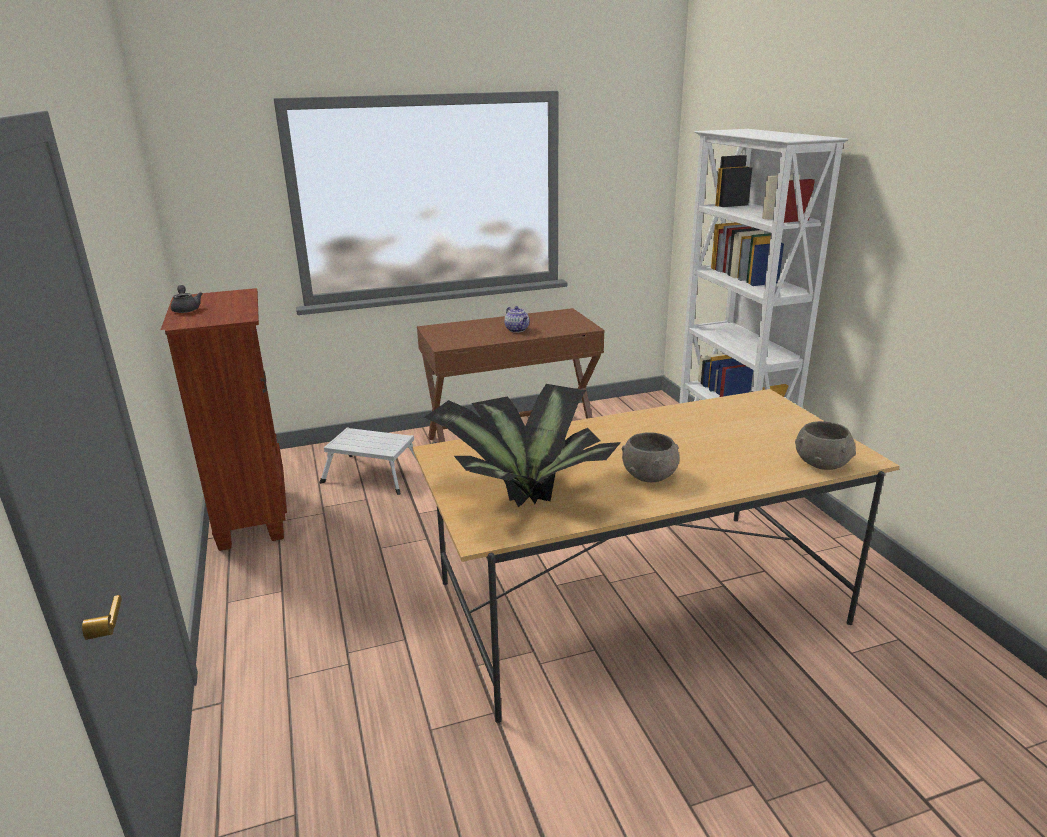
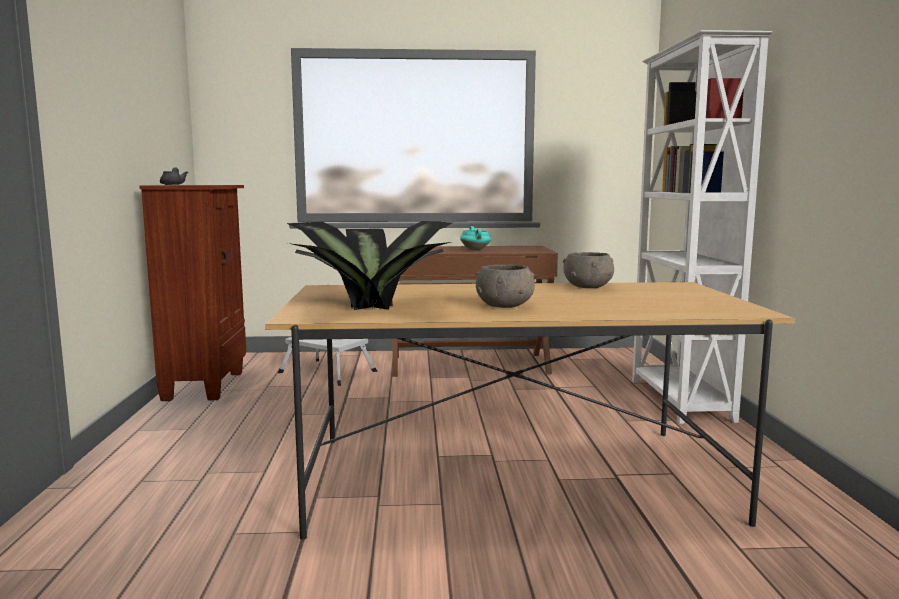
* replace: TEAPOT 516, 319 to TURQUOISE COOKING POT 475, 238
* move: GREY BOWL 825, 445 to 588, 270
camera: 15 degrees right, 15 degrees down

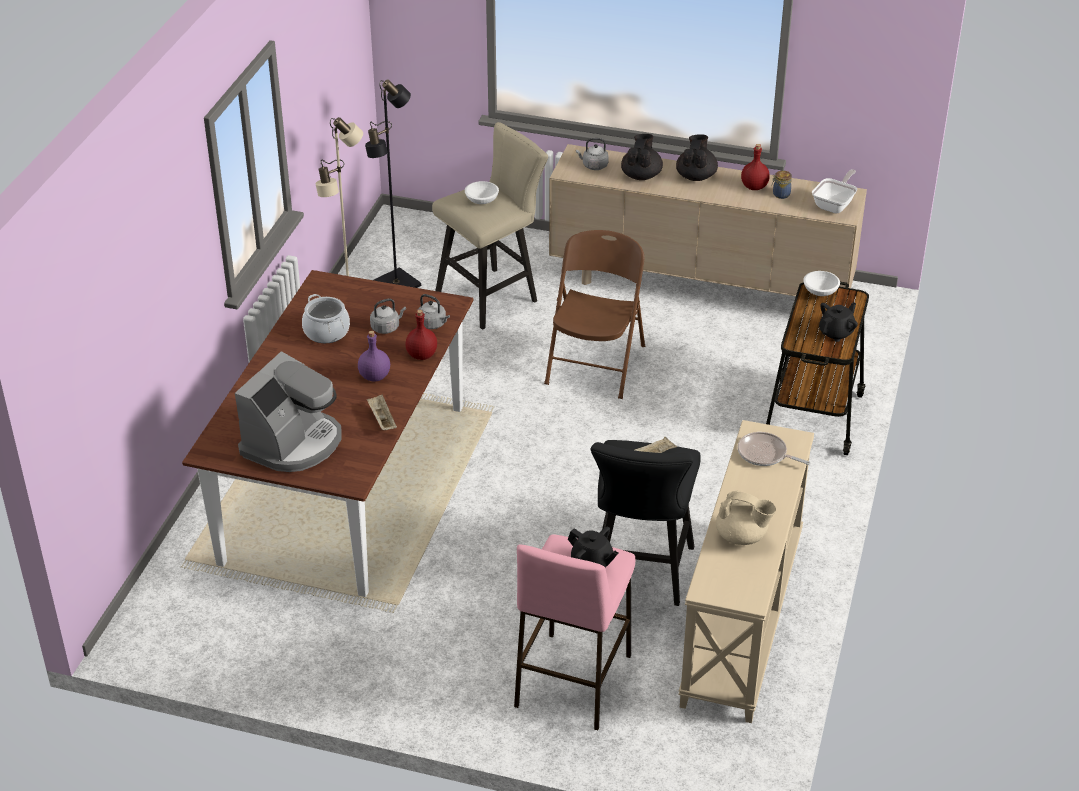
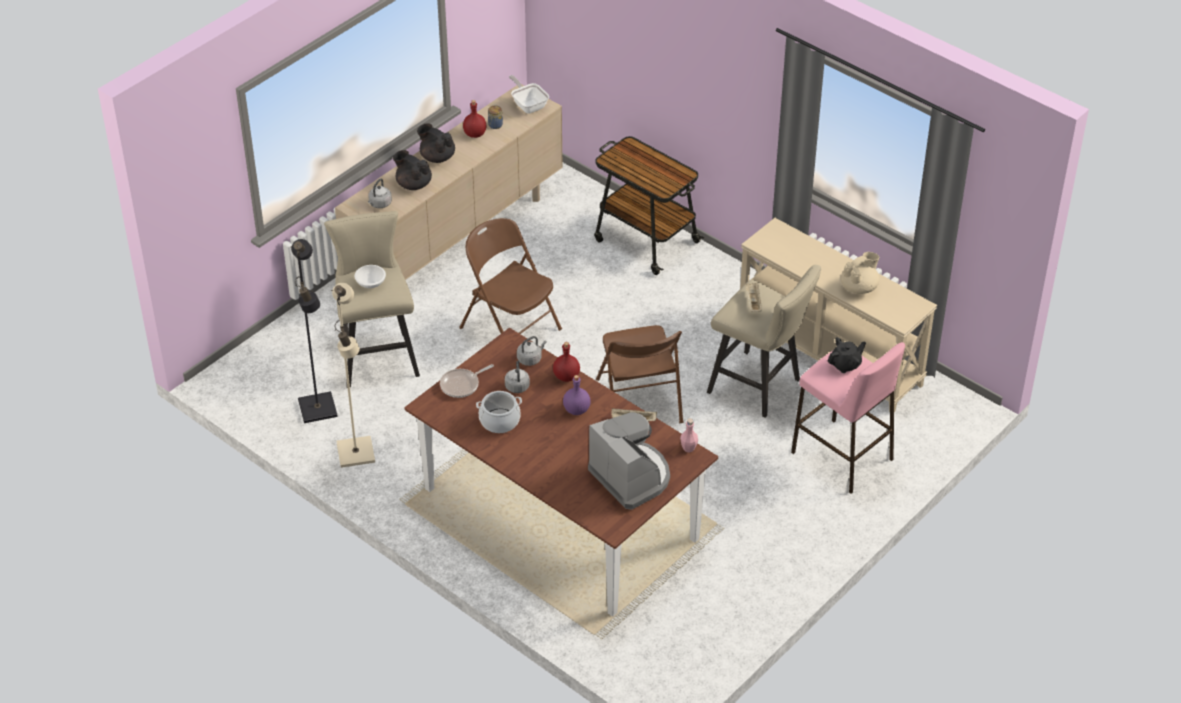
* move: FRYING PAN 774, 449 to 467, 381
* insert: BROWN CHAIR 640, 374
* insert: PINK BOTTLE 689, 435
* recolor: BLACK STOOL 646, 523 to BEIGE STOOL 764, 341
* delete: WHITE BOWL 821, 283
* delete: BLACK TEAPOT 838, 322
camera: 65 degrees left, 5 degrees up

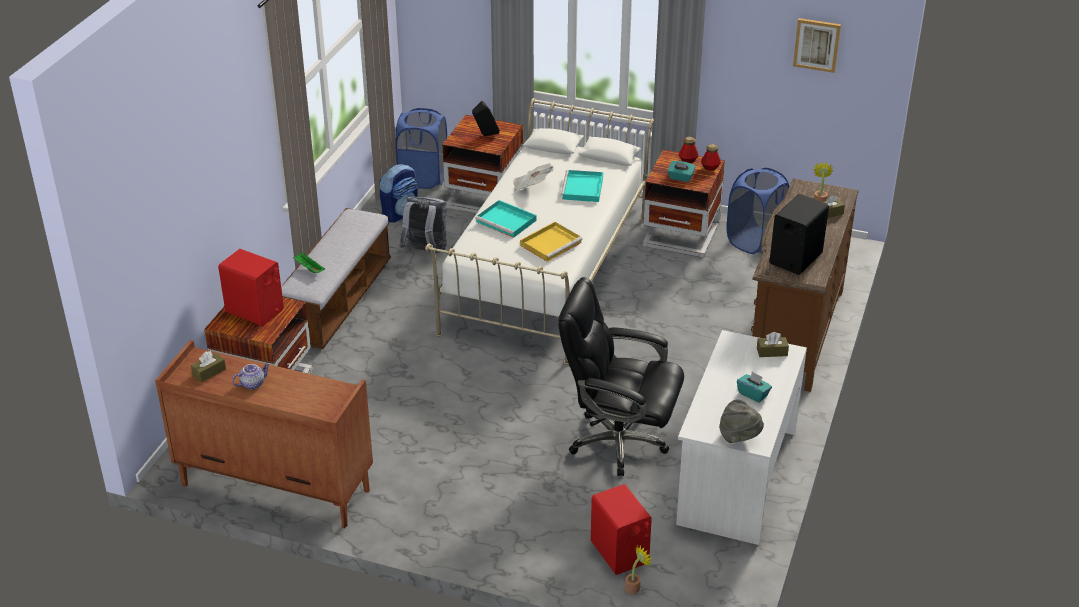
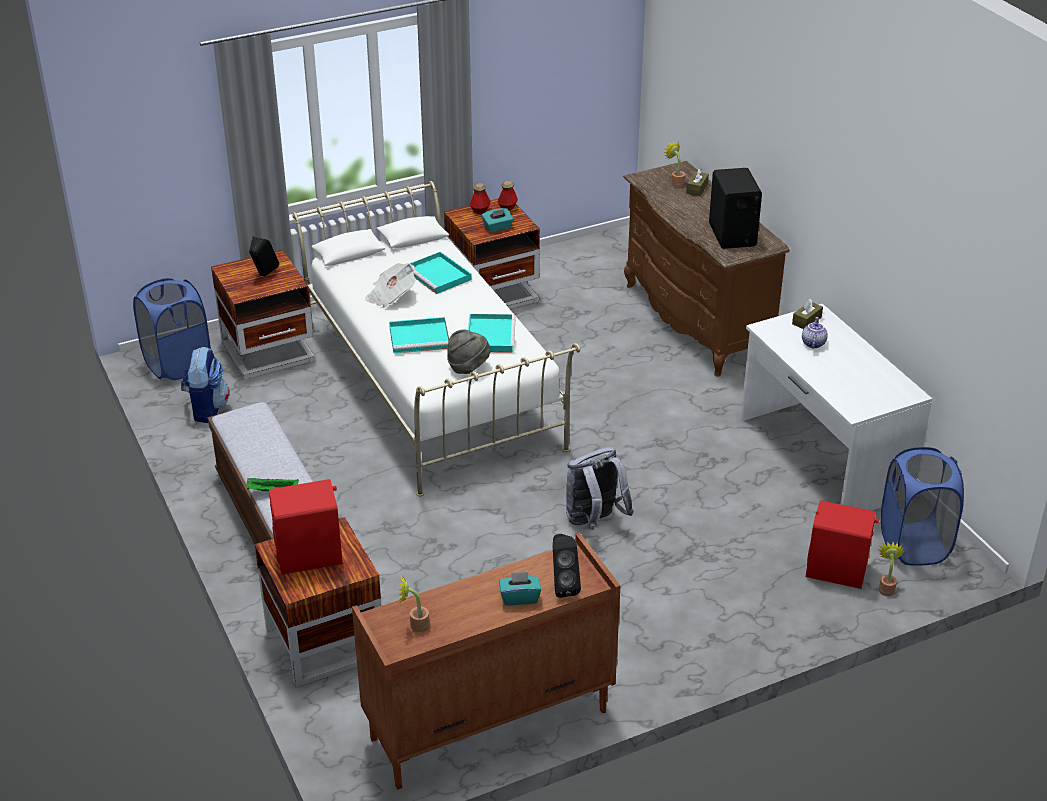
* replace: BROWN TISSUE BOX 208, 366 to POTTED PLANT 413, 603
* move: GREY HAT 741, 421 to 468, 351
* recolor: YELLOW TRAY 551, 242 to TURQUOISE TRAY 492, 333
* move: TURQUOISE TISSUE BOX 754, 387 to 520, 588
* insert: BLACK SPEAKER 567, 566
* move: GREY BACKPACK 423, 225 to 600, 488
* move: TEAPOT 251, 376 to 815, 333
* move: BLUE LAUNDRY BASKET 757, 211 to 922, 506
* delete: BLACK OFFICE CHAIR 621, 376
* delete: PICTURE 817, 45
camera: 45 degrees left, 0 degrees up

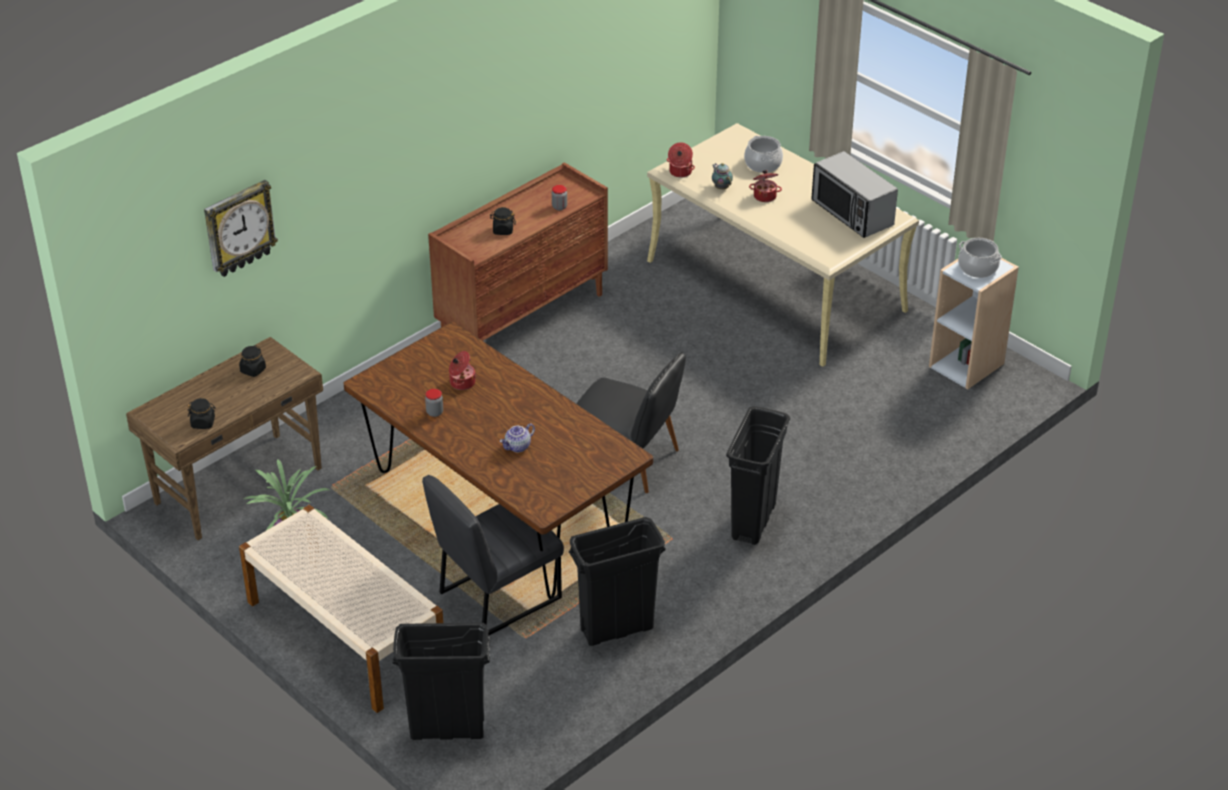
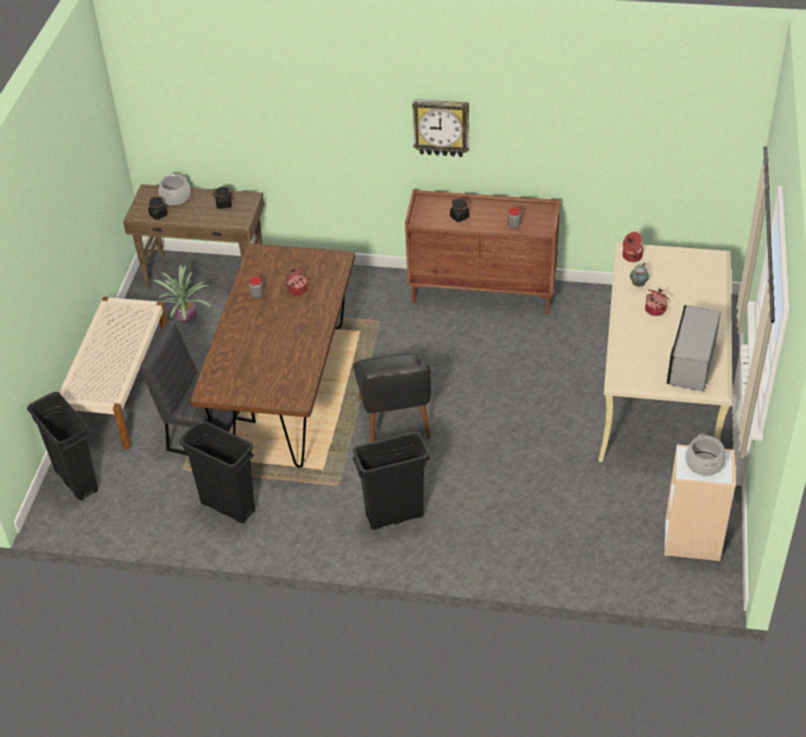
* move: COOKING POT 763, 154 to 175, 189
* move: WALL CLOCK 241, 228 to 440, 128
* delete: TEAPOT 517, 437
camera: 55 degrees right, 5 degrees up

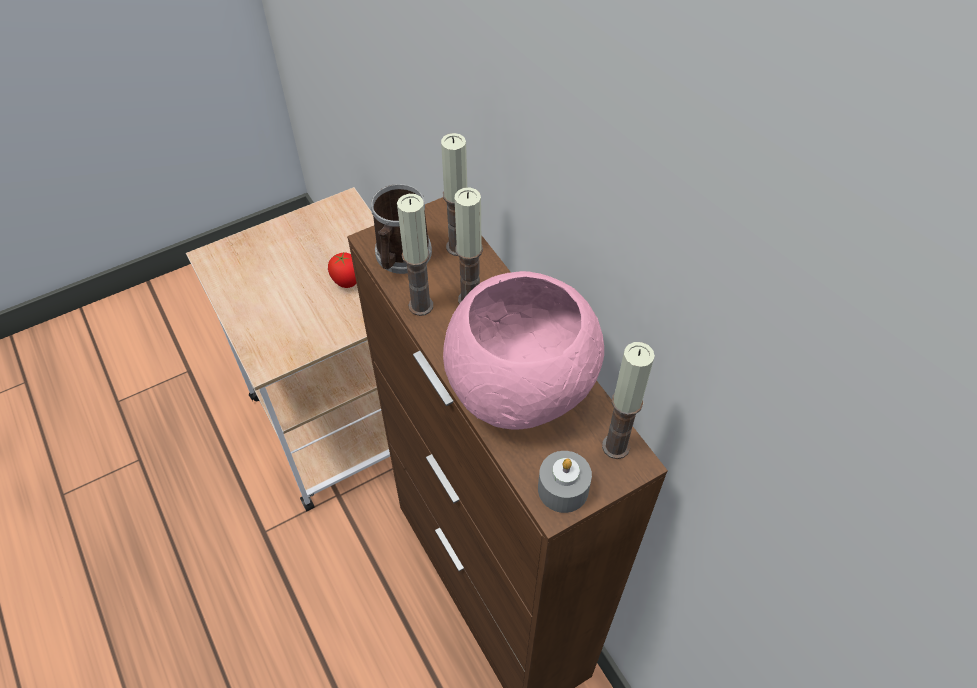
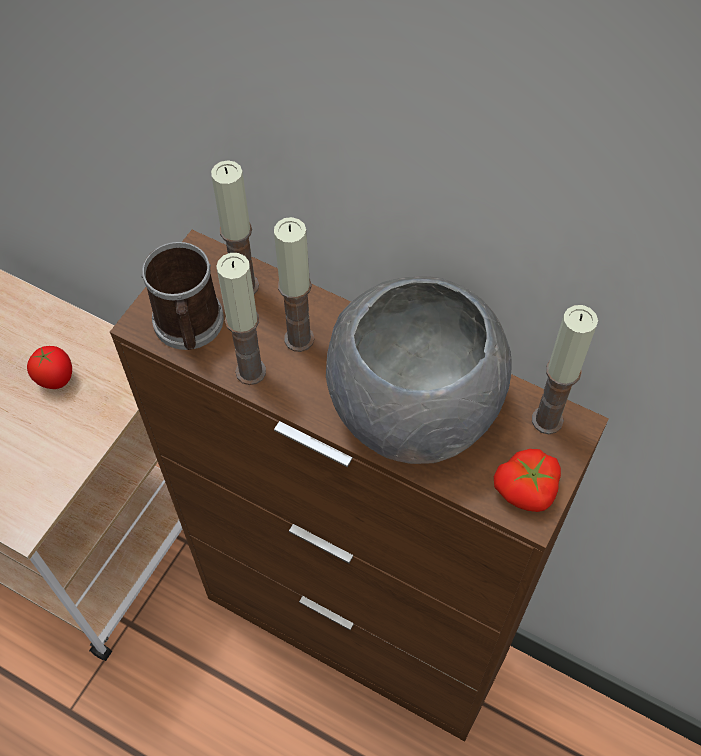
* recolor: PINK BOWL 523, 350 to GREY BOWL 419, 370
* replace: GREY CANDLE 565, 482 to TOMATO 527, 480
camera: 30 degrees left, 5 degrees up

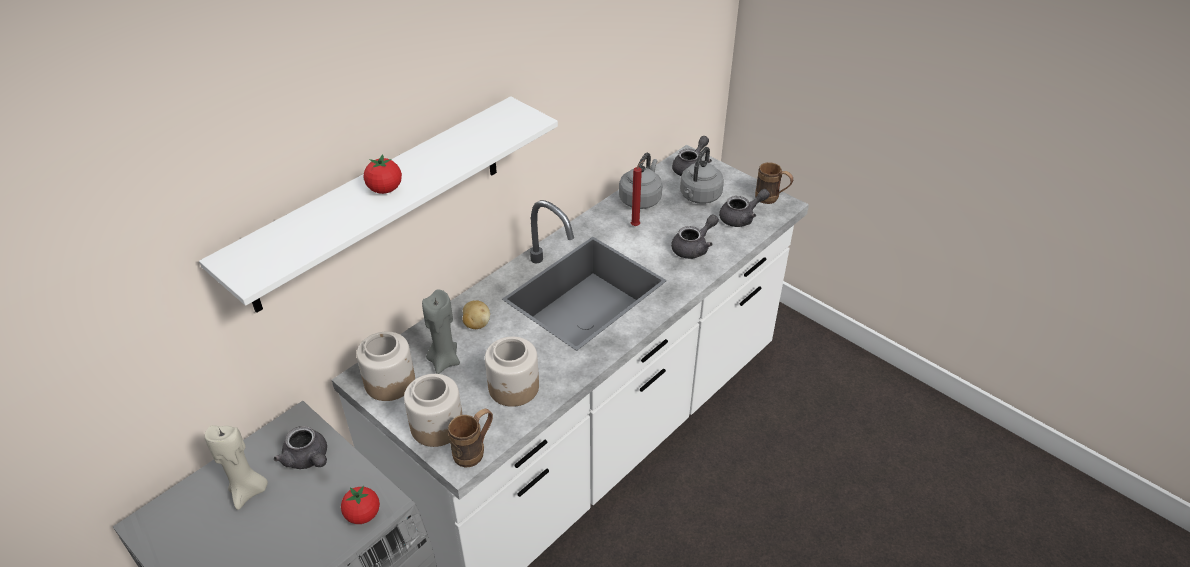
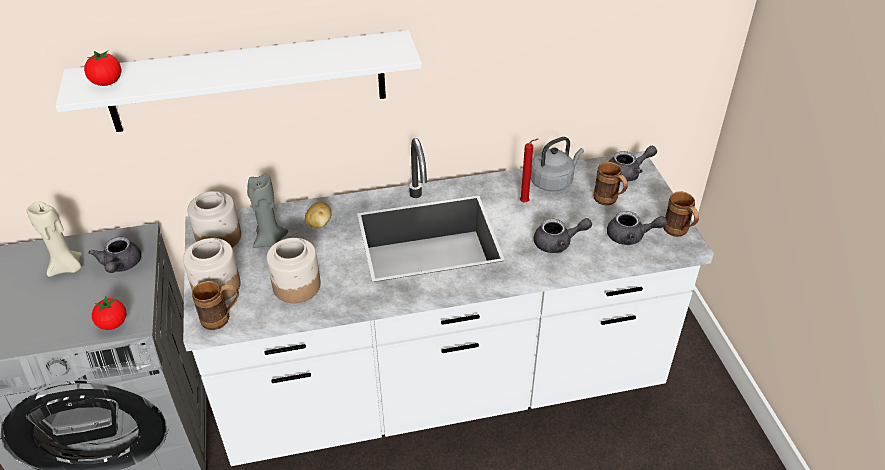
* move: TOMATO 382, 174 to 102, 68
* replace: GREY KETTLE 702, 175 to BROWN MUG 611, 184
camera: 35 degrees right, 0 degrees up

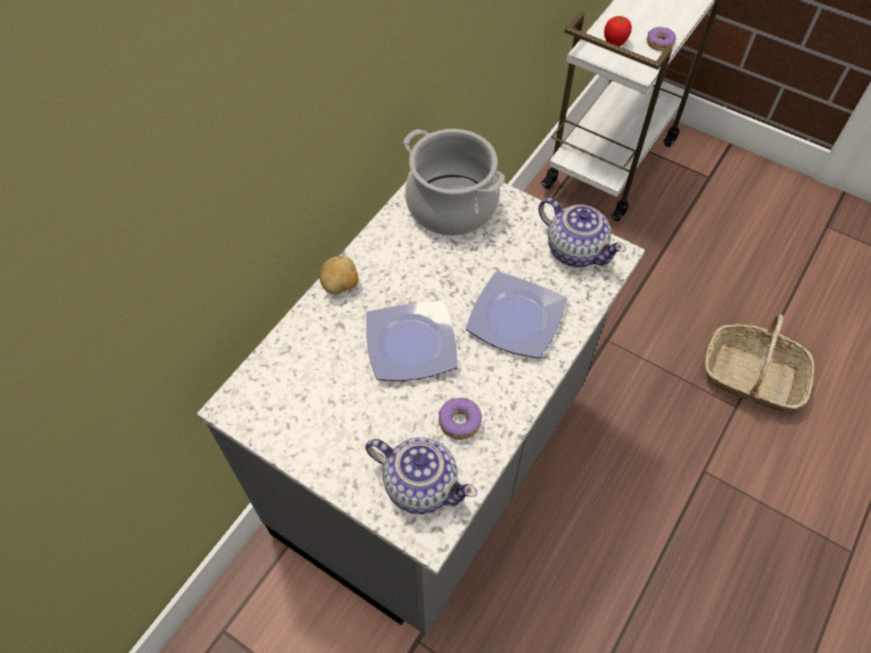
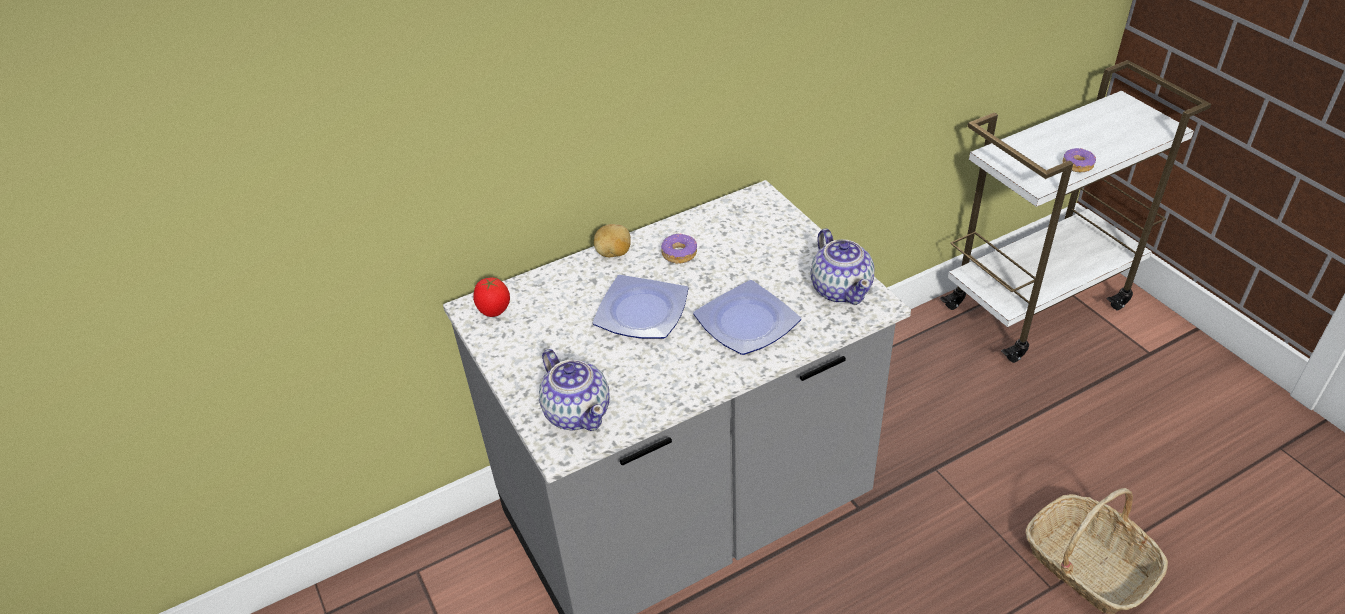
* move: TOMATO 618, 31 to 491, 297
* move: DONUT 460, 419 to 679, 249
* delete: COOKING POT 454, 182
camera: 30 degrees right, 15 degrees down

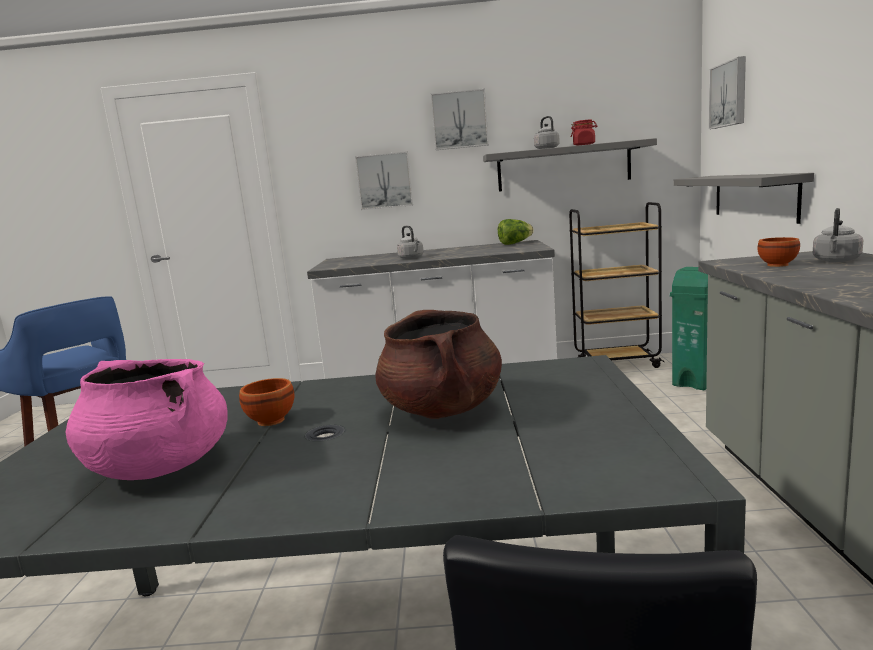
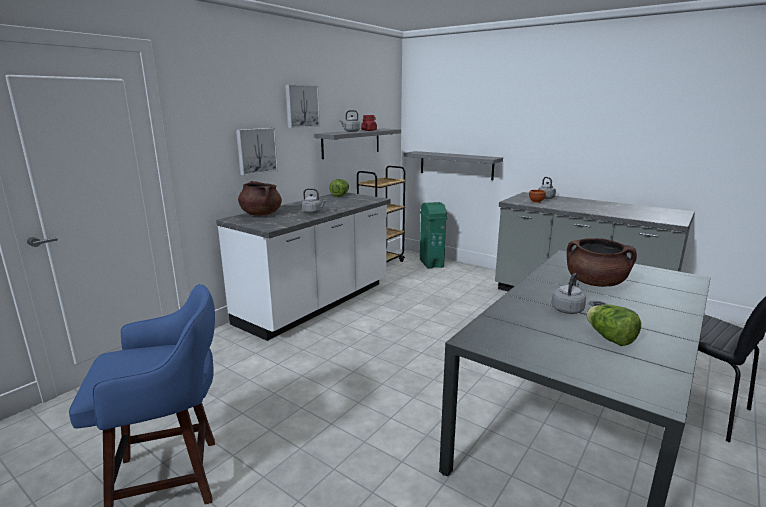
* insert: BROWN COOKING POT 260, 198
* replace: BROWN BOWL 266, 402 to GREY KETTLE 569, 293
* replace: PINK COOKING POT 147, 419 to LETTUCE 613, 325
* delete: PICTURE 727, 92
camera: 55 degrees left, 5 degrees up

